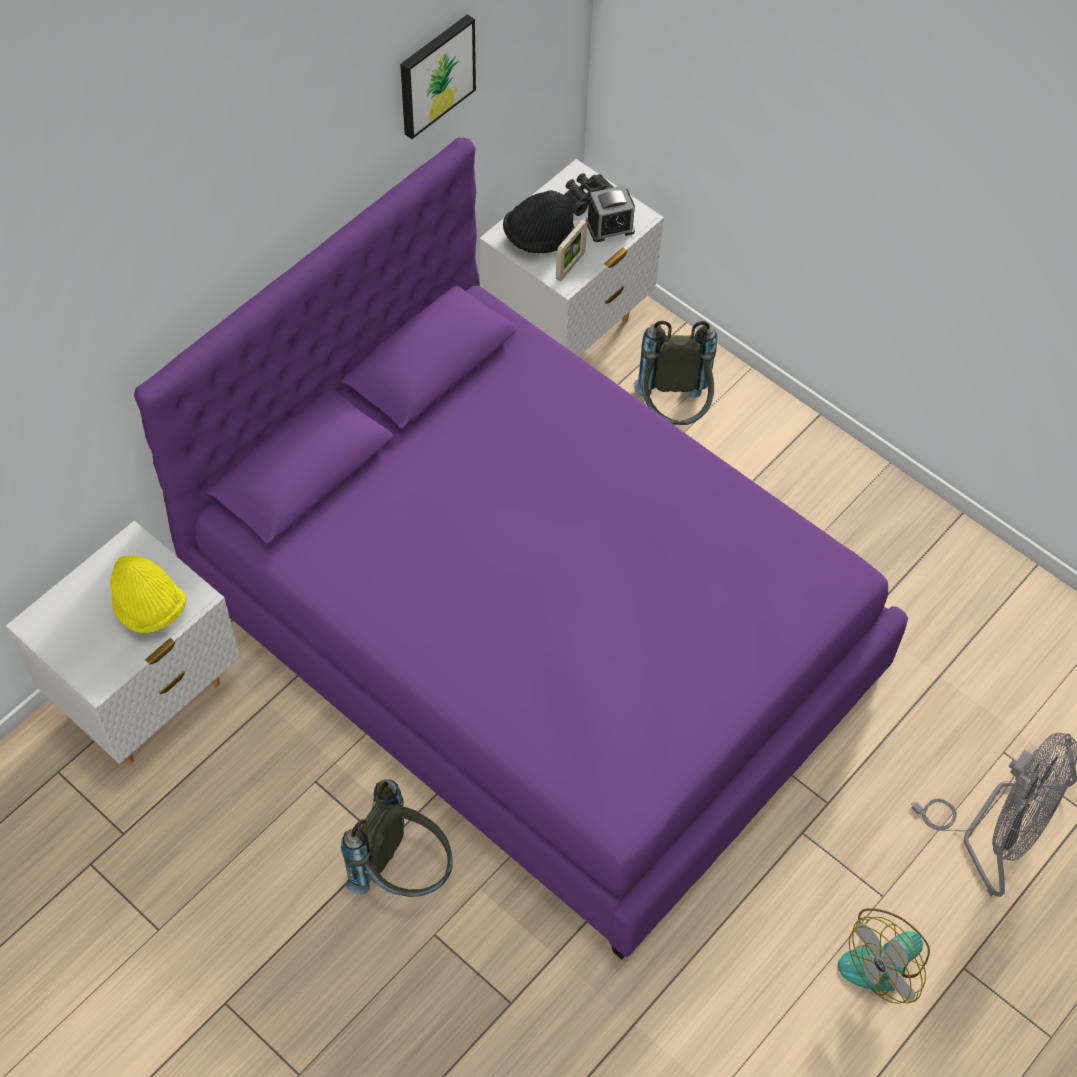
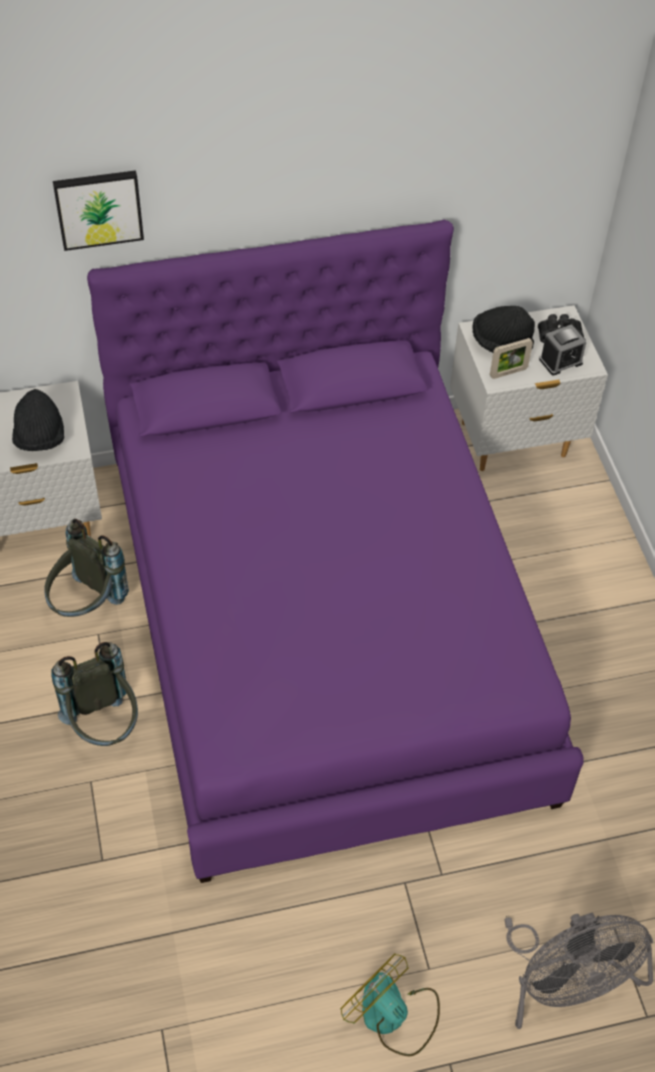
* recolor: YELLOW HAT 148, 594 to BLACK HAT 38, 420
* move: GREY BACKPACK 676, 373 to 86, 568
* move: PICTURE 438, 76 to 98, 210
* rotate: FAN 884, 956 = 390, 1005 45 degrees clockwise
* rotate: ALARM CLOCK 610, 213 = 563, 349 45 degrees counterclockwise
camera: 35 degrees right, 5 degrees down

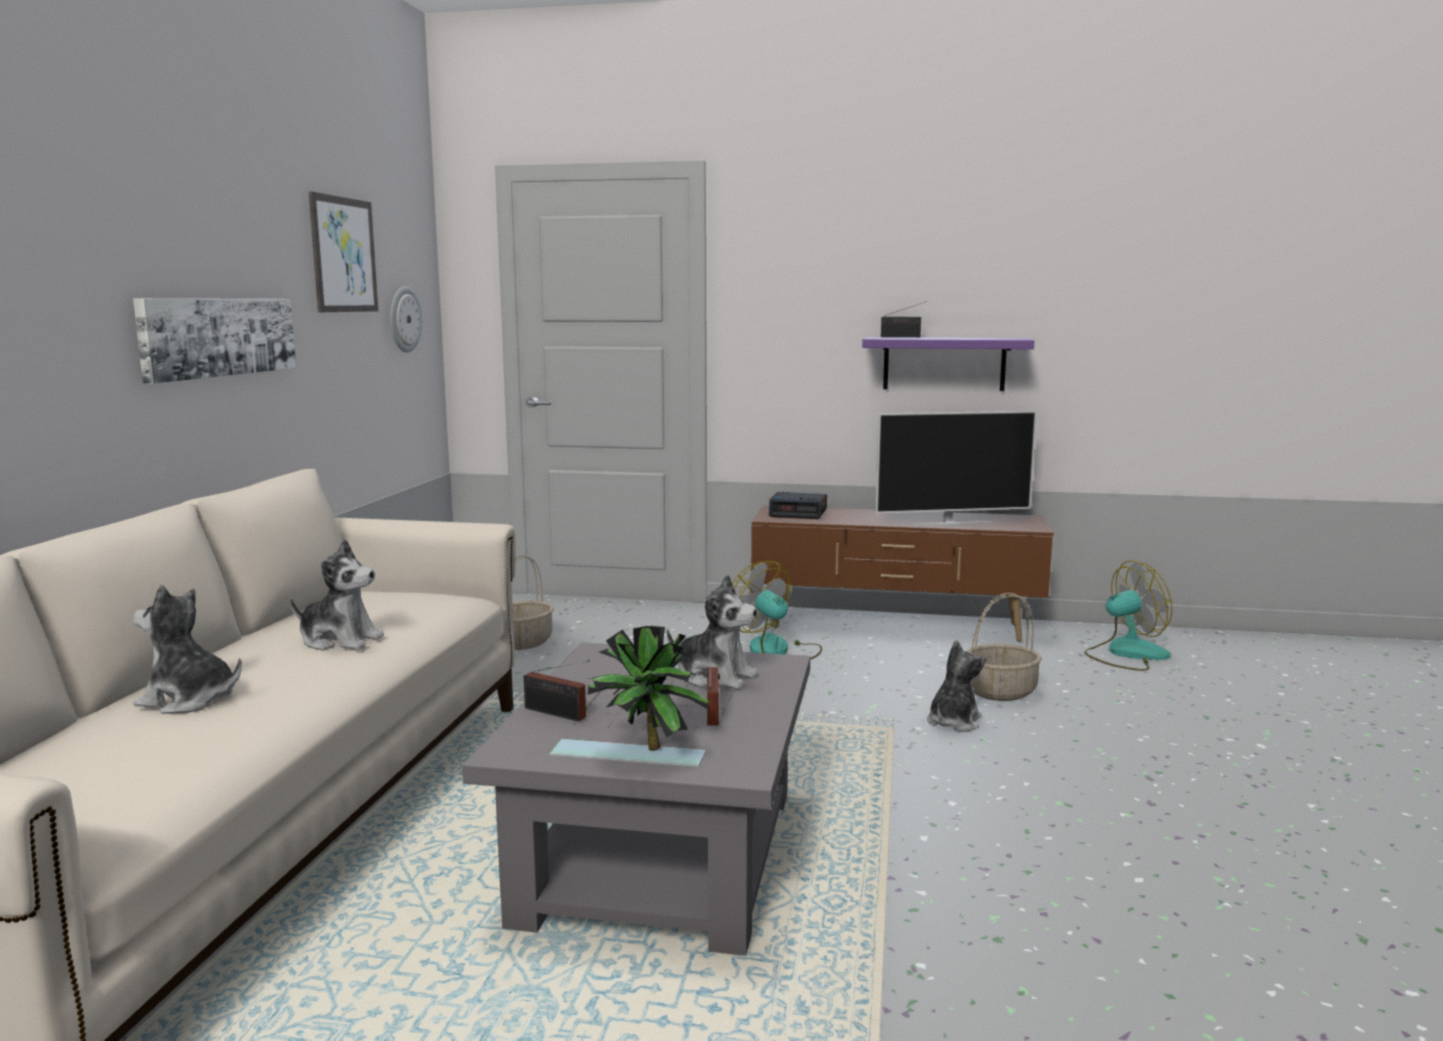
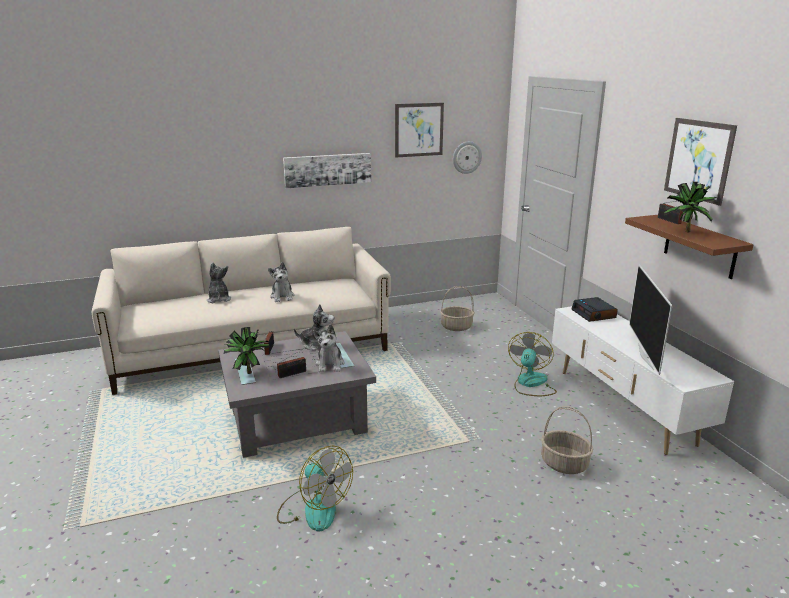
* move: FAN 1128, 615 to 315, 488
* move: PLUSH TOY 956, 686 to 314, 327
* recolor: BROWN TV STAND 902, 574 to WHITE TV STAND 643, 380
* recolor: PURPLE SHELF 948, 364 to BROWN SHELF 689, 247
* rotate: TELEVISION 956, 468 = 651, 319 45 degrees clockwise
* insert: PICTURE 700, 162
* insert: POTTED PLANT 691, 207
camera: 60 degrees right, 10 degrees up

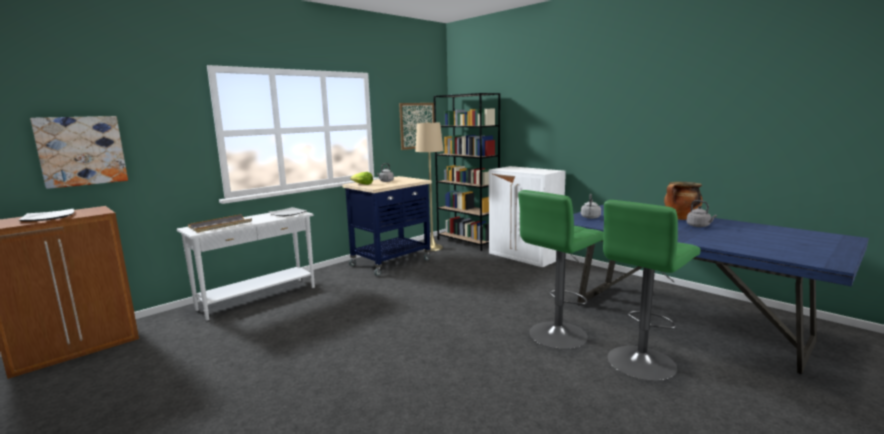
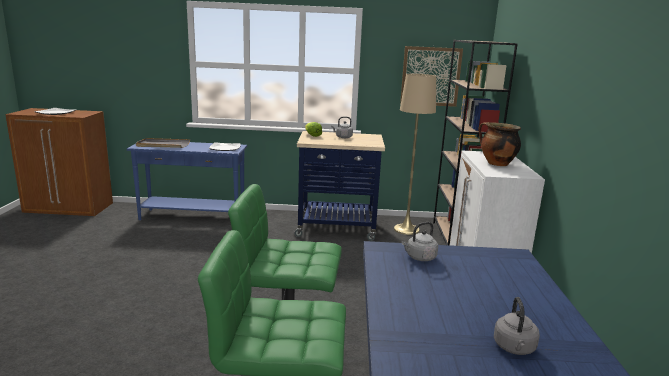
* recolor: WHITE CONSOLE TABLE 246, 266 to BLUE CONSOLE TABLE 187, 181
* move: COOKING POT 683, 201 to 500, 144
* delete: PICTURE 79, 152
camera: 45 degrees right, 5 degrees up

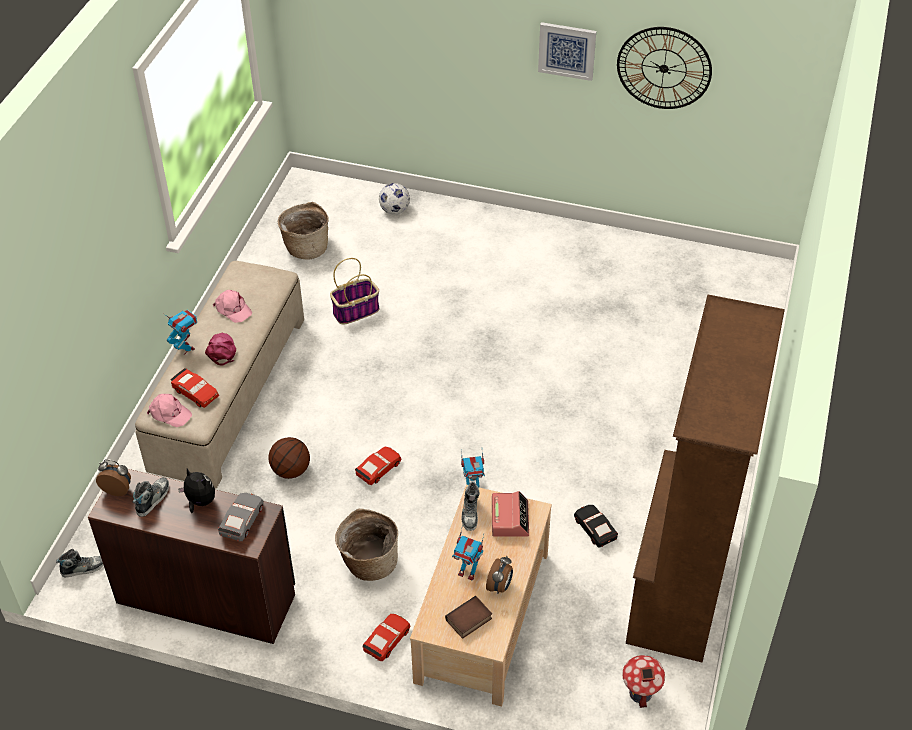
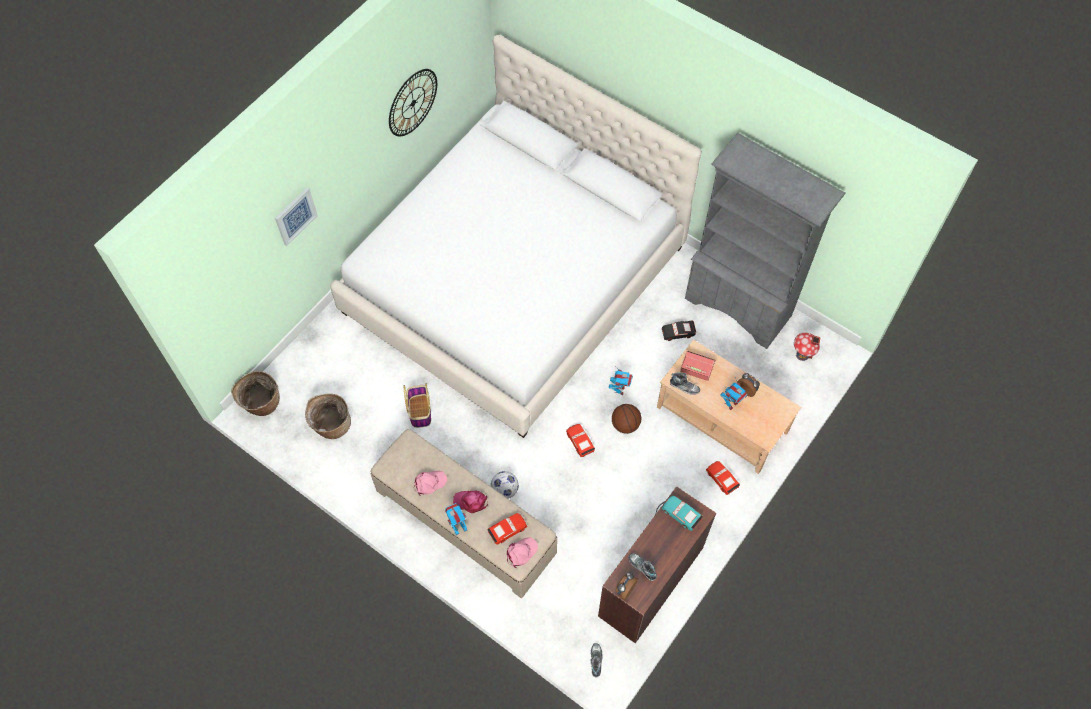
* move: BASKET 366, 545 to 255, 393
* move: PICTURE 567, 51 to 296, 216
* insert: WHITE BED 516, 236
* move: FOOTBALL 394, 199 to 505, 485
* move: BASKETBALL 289, 458 to 626, 419
* recolor: GREY TOY CAR 241, 517 to TURQUOISE TOY CAR 682, 513
* recolor: BROWN BOOKCASE 705, 478 to GREY BOOKCASE 765, 241
* delete: PLUSH TOY 196, 491
* delete: BOOK 468, 617
camera: 70 degrees left, 15 degrees up

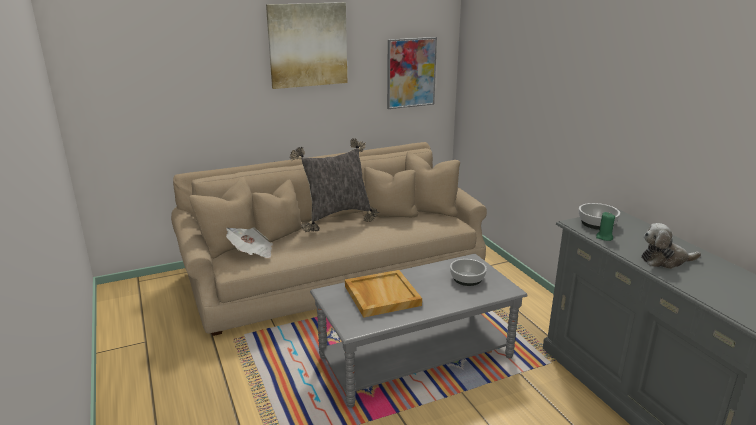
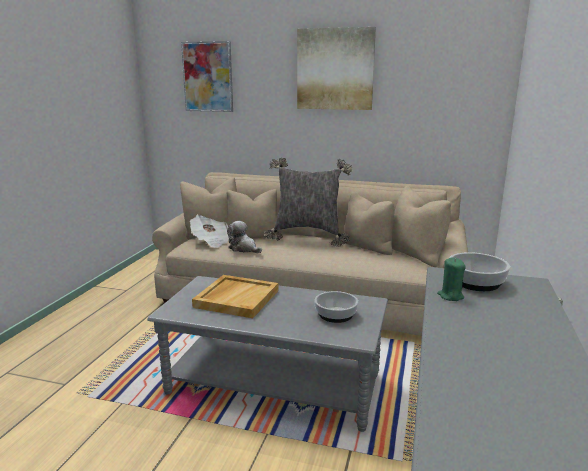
* move: PICTURE 412, 73 to 207, 76
* move: PLUSH TOY 671, 246 to 244, 237
camera: 40 degrees right, 5 degrees down

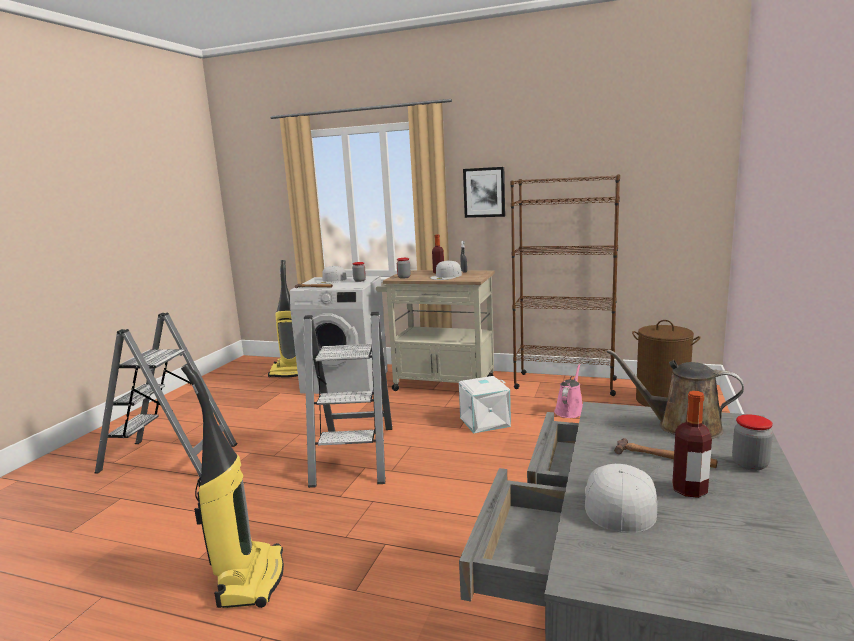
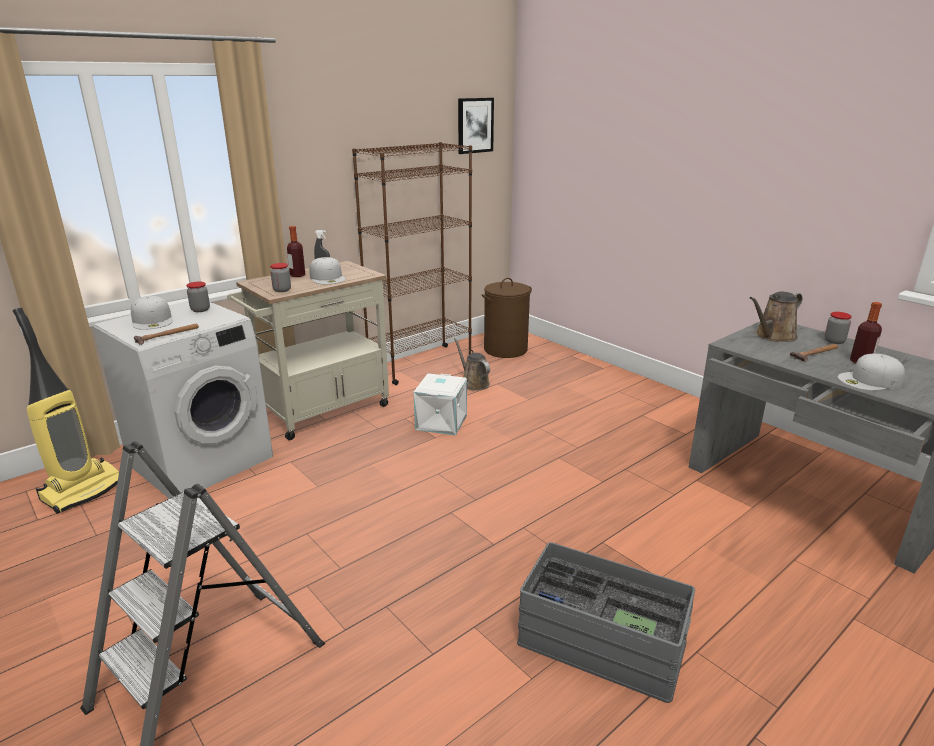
* recolor: PINK WATERING CAN 568, 391 to BROWN WATERING CAN 472, 364
* move: PICTURE 484, 192 to 476, 126
* replace: VACUUM CLEANER 232, 485 to GREY STORAGE BOX 606, 622
* rotate: WHITE CAP 621, 498 = 871, 372 60 degrees counterclockwise
* delete: GREY STEP LADDER 348, 400
camera: 60 degrees left, 10 degrees up

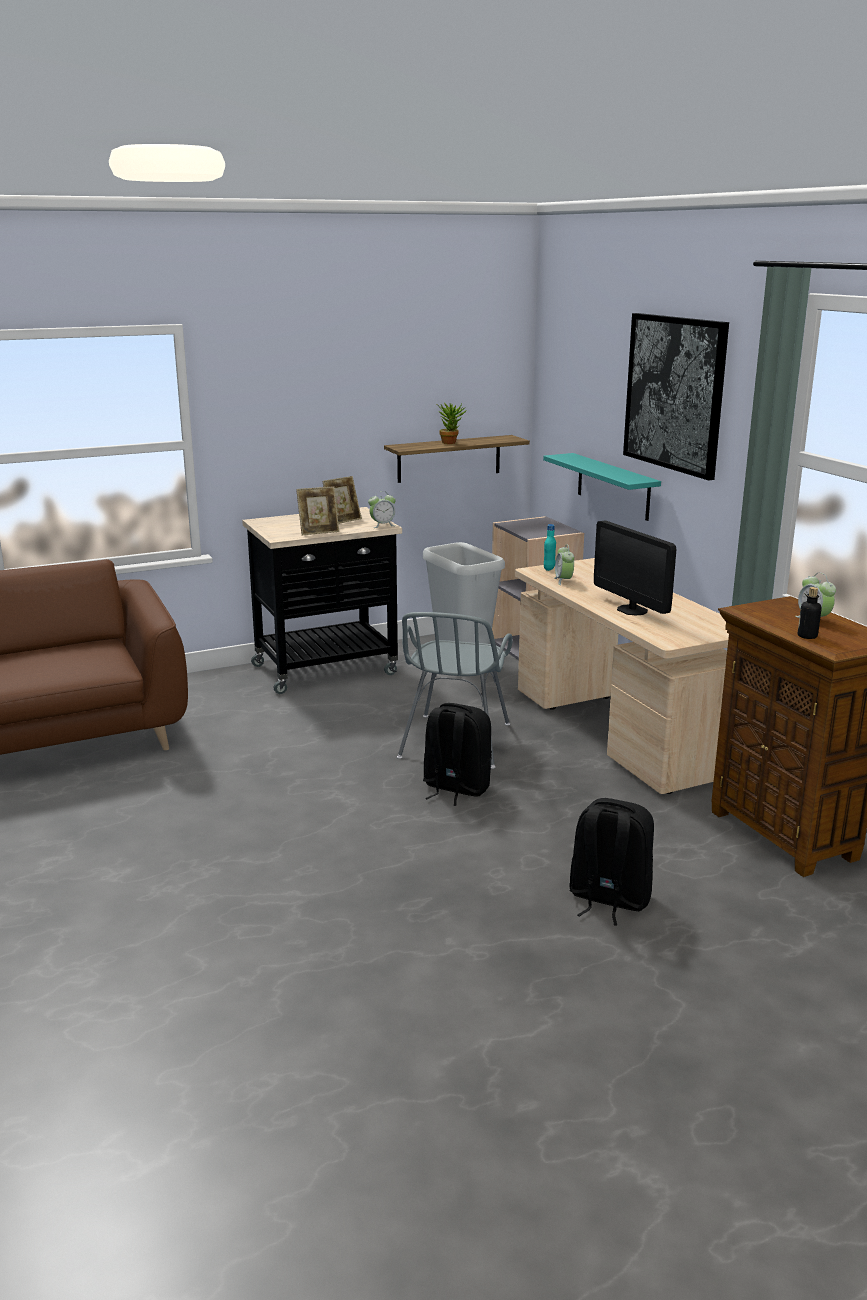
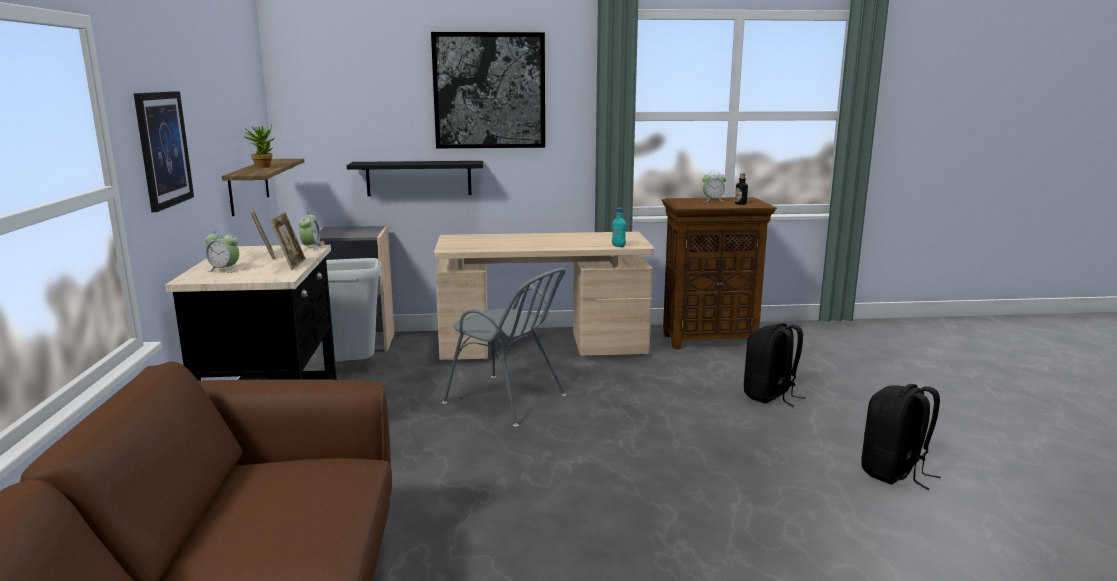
* insert: PICTURE 164, 151
* move: ALARM CLOCK 564, 564 to 222, 251
* recolor: TURQUOISE SHELF 602, 487 to BLACK SHELF 415, 178
* move: TURQUOISE BOTTLE 550, 547 to 619, 227
* move: BLACK BACKPACK 457, 754 to 901, 437
* delete: MONITOR 635, 567
camera: 70 degrees left, 5 degrees down

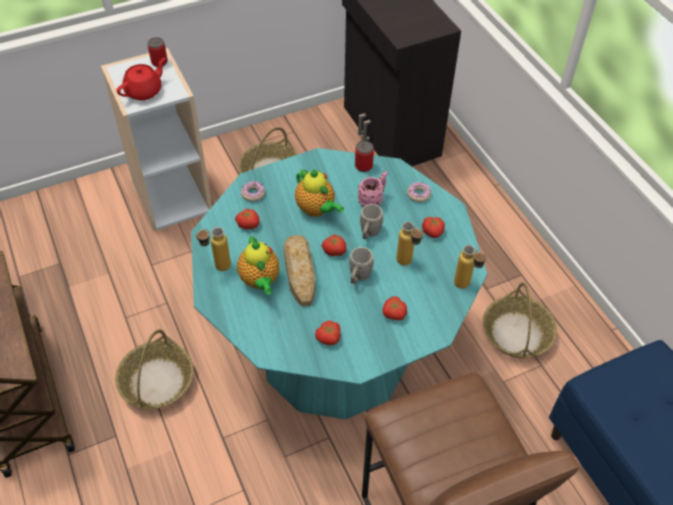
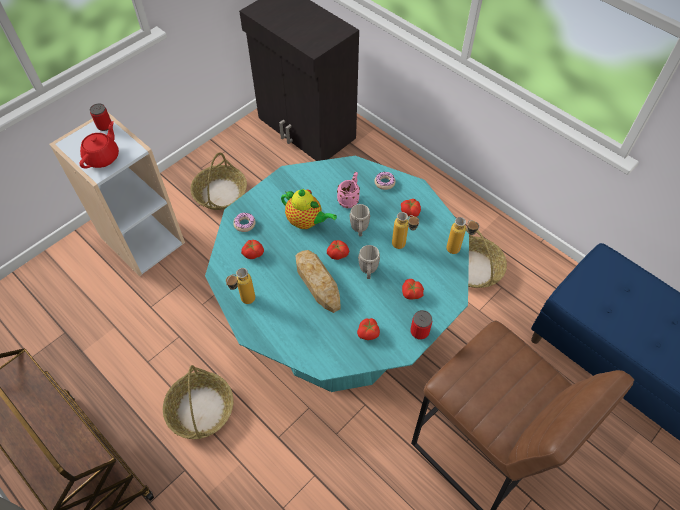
* move: CAN 364, 156 to 421, 325
* delete: TEAPOT 258, 265
camera: 20 degrees left, 5 degrees up

